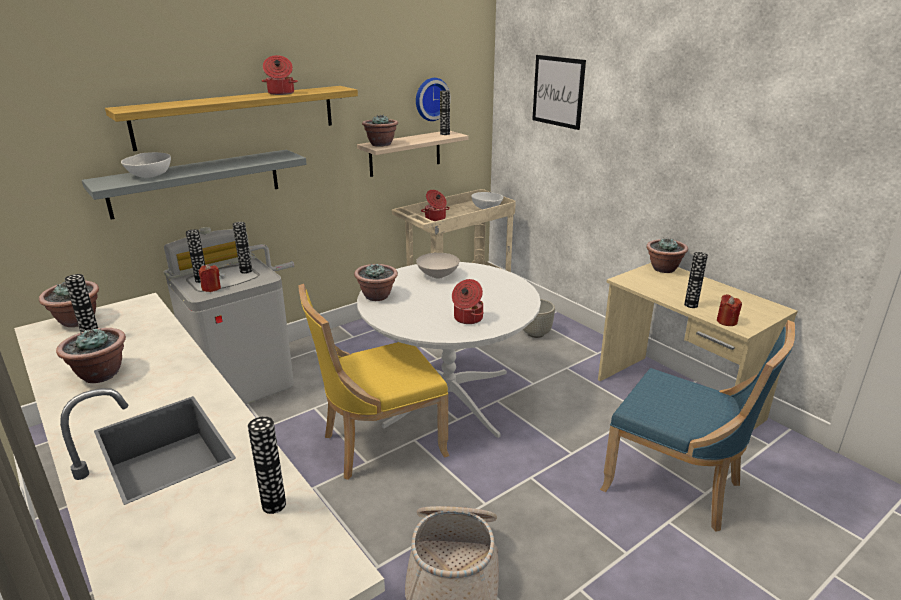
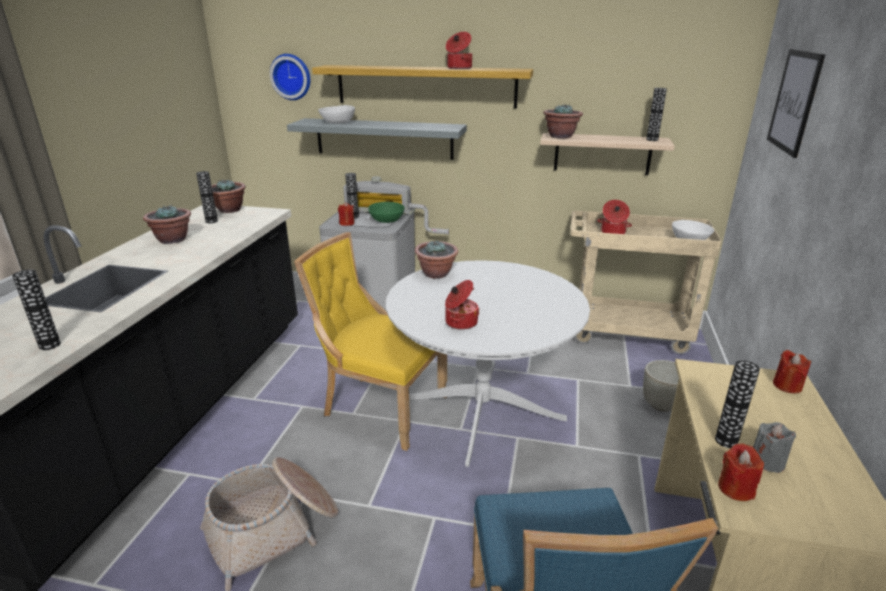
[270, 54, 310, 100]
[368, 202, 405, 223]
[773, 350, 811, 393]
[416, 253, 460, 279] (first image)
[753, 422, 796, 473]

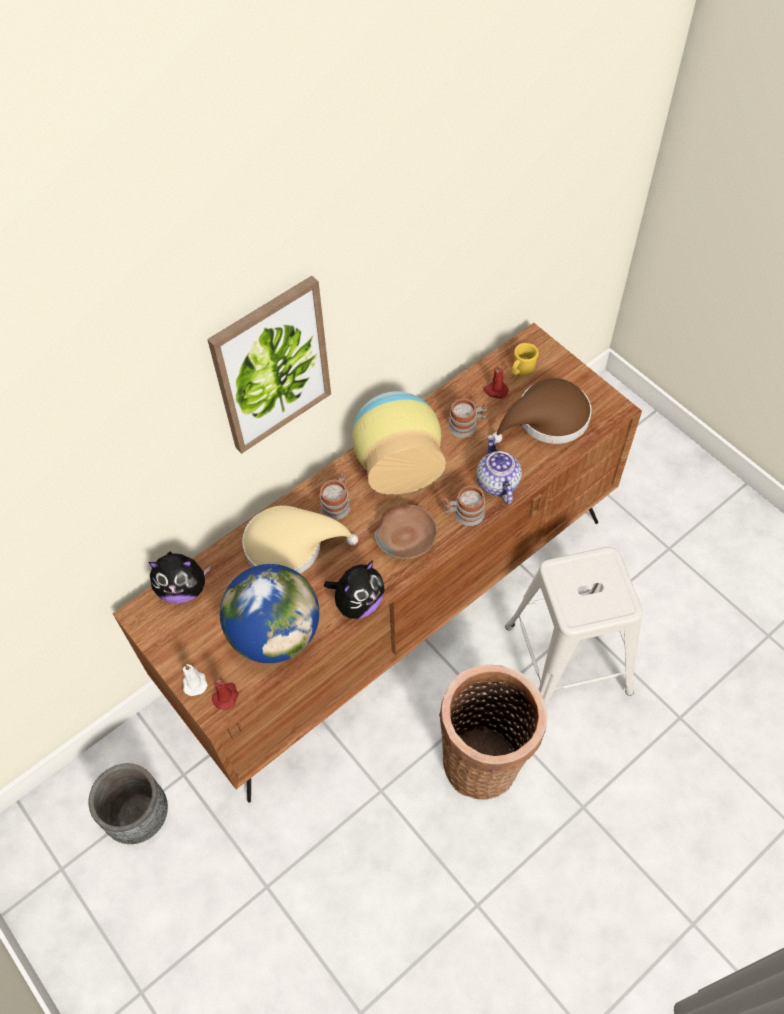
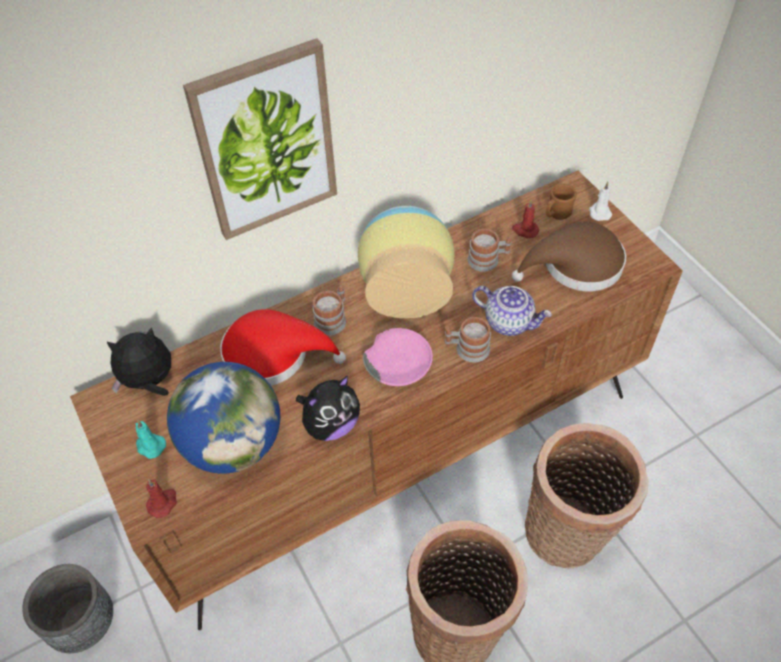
[546, 184, 577, 220]
[472, 286, 552, 336]
[363, 328, 433, 386]
[220, 309, 346, 386]
[525, 423, 649, 568]
[106, 327, 171, 396]
[589, 182, 612, 221]
[136, 420, 166, 459]

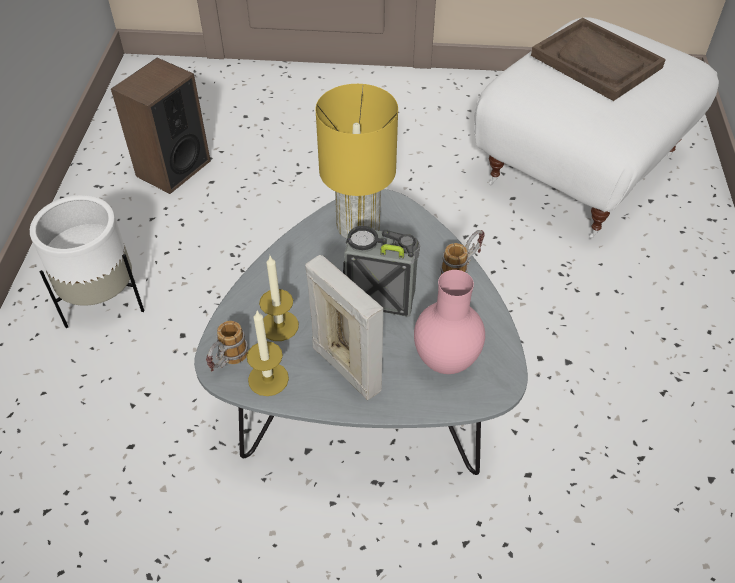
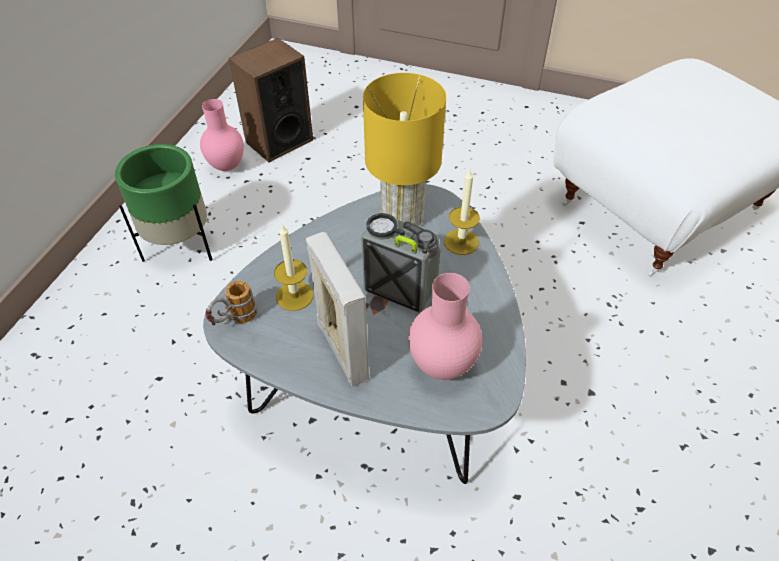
[531, 18, 666, 101] (first image)
[115, 144, 213, 262]
[441, 230, 485, 275] (first image)
[444, 170, 480, 255]
[200, 99, 244, 171]

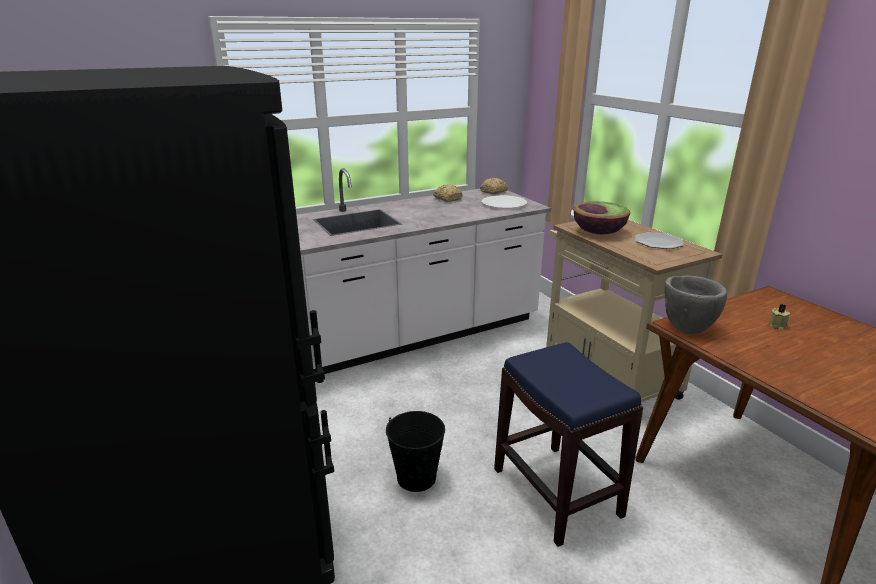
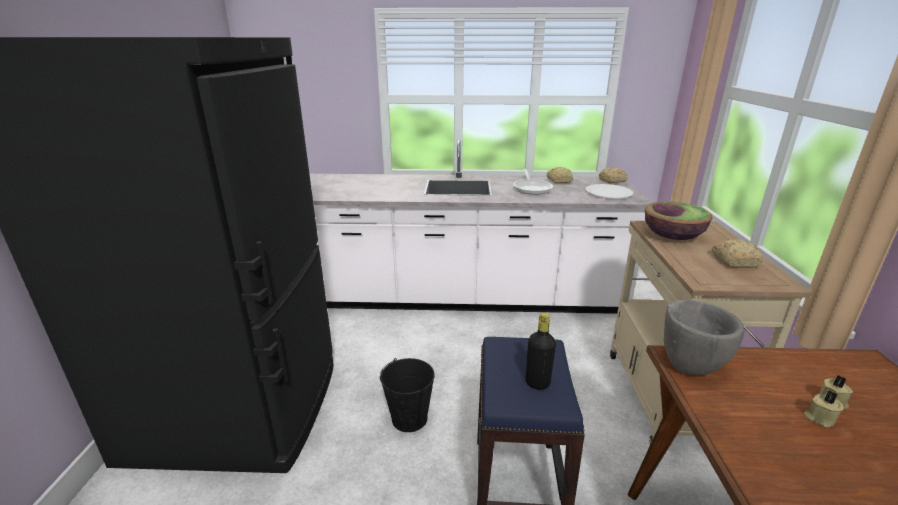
[712, 239, 763, 268]
[513, 169, 553, 195]
[526, 312, 556, 390]
[804, 391, 843, 427]

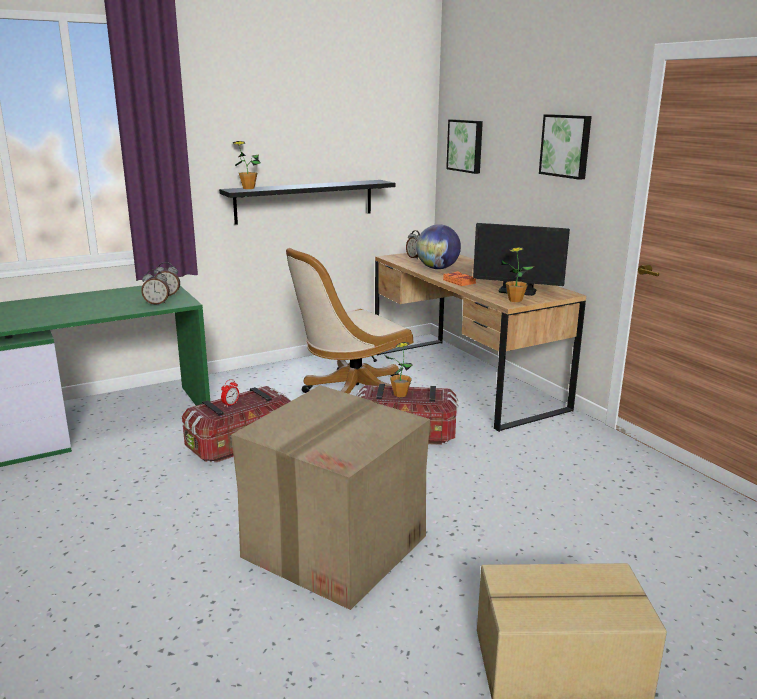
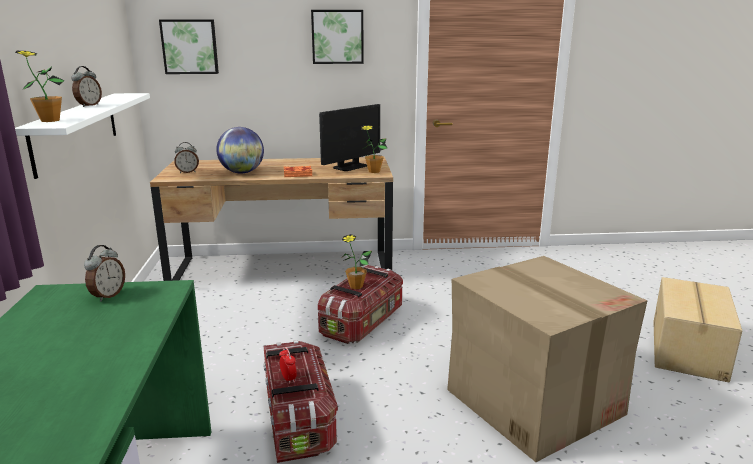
[15, 93, 150, 179]
[286, 248, 414, 394] (first image)
[71, 66, 102, 107]

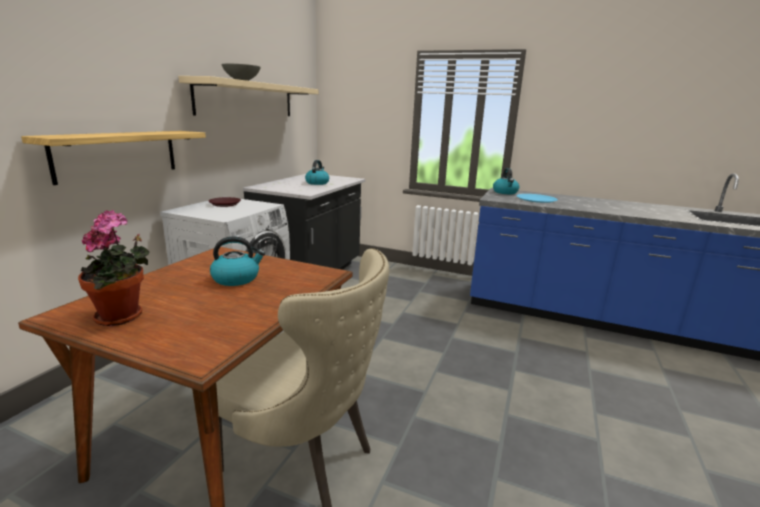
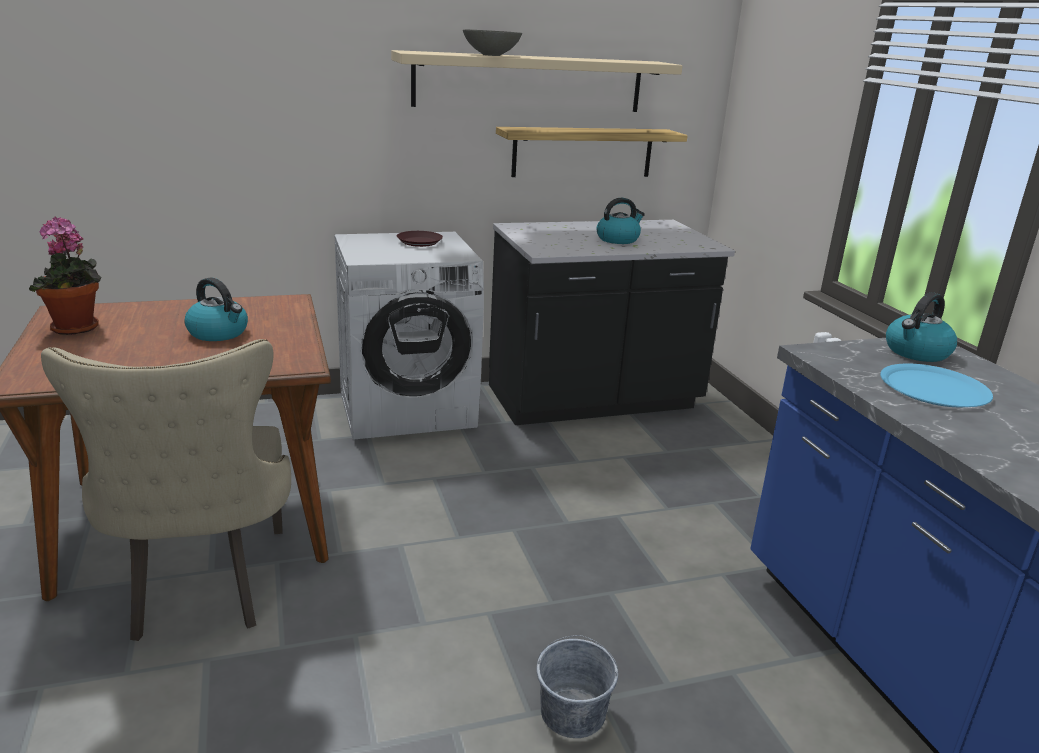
[496, 127, 688, 177]
[536, 635, 618, 738]

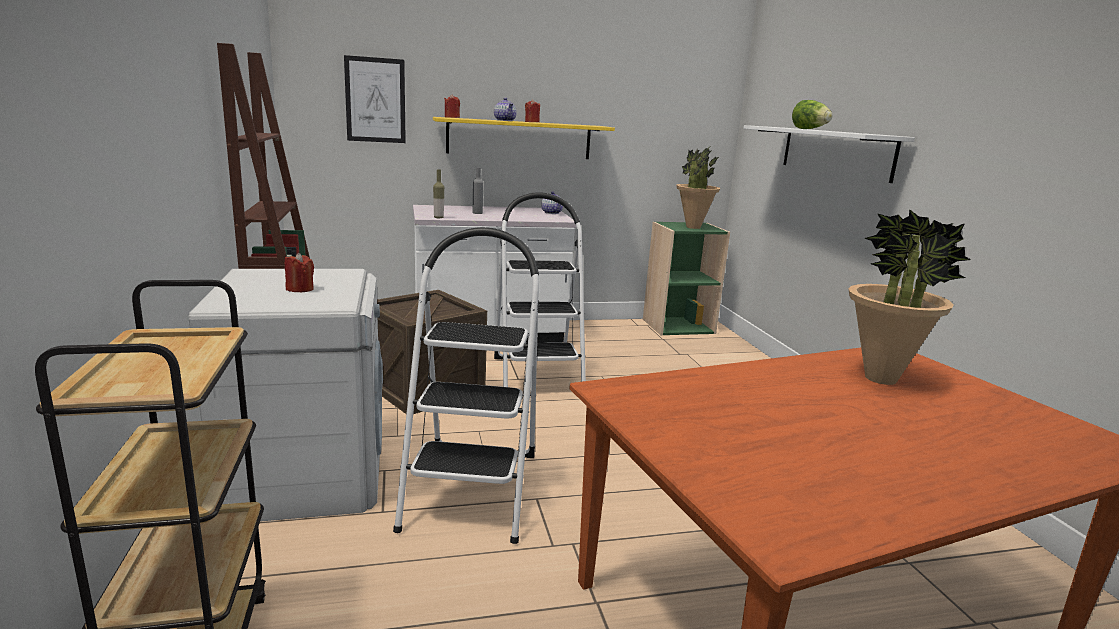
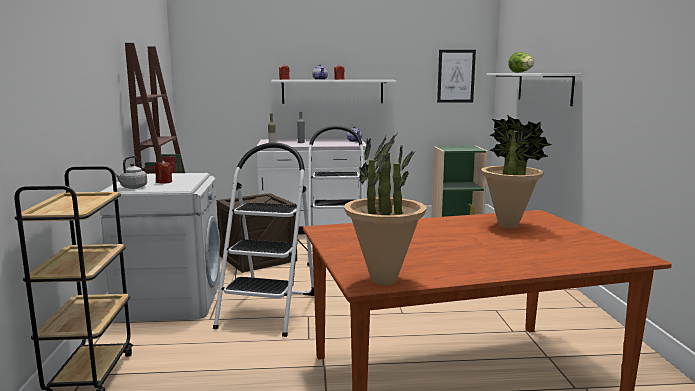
[437, 50, 476, 103]
[271, 80, 396, 104]
[344, 131, 426, 285]
[115, 156, 147, 189]

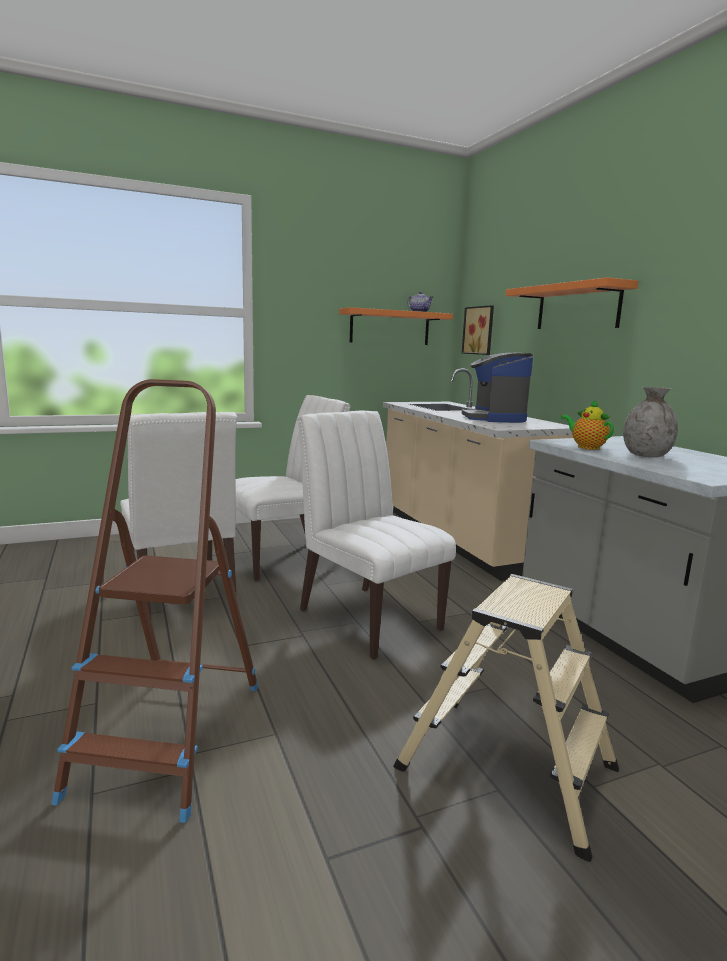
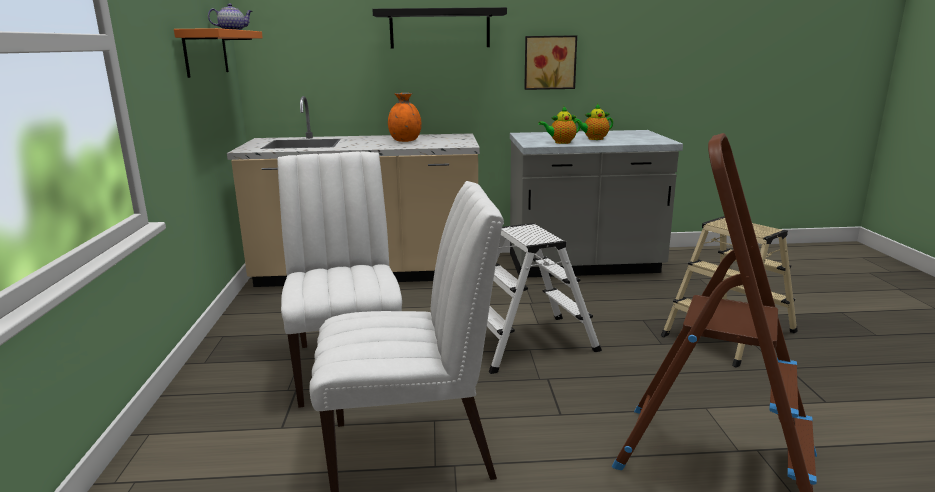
[372, 7, 507, 49]
[524, 35, 577, 90]
[388, 93, 422, 142]
[572, 103, 613, 140]
[487, 223, 602, 374]

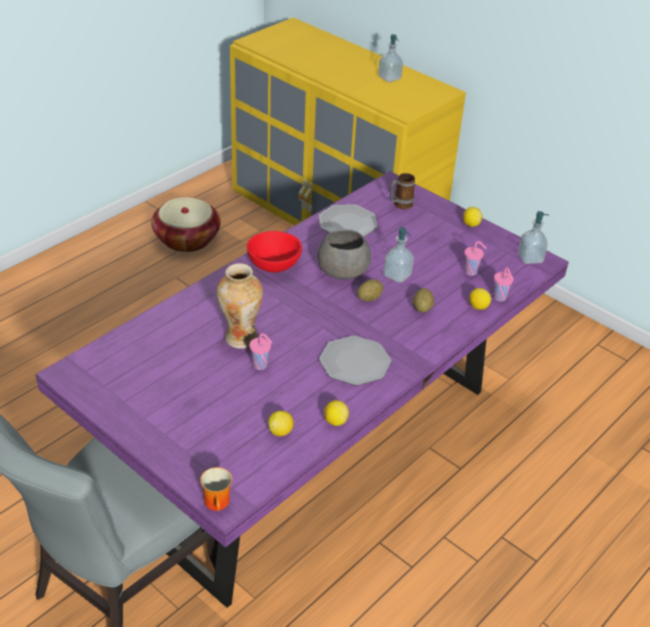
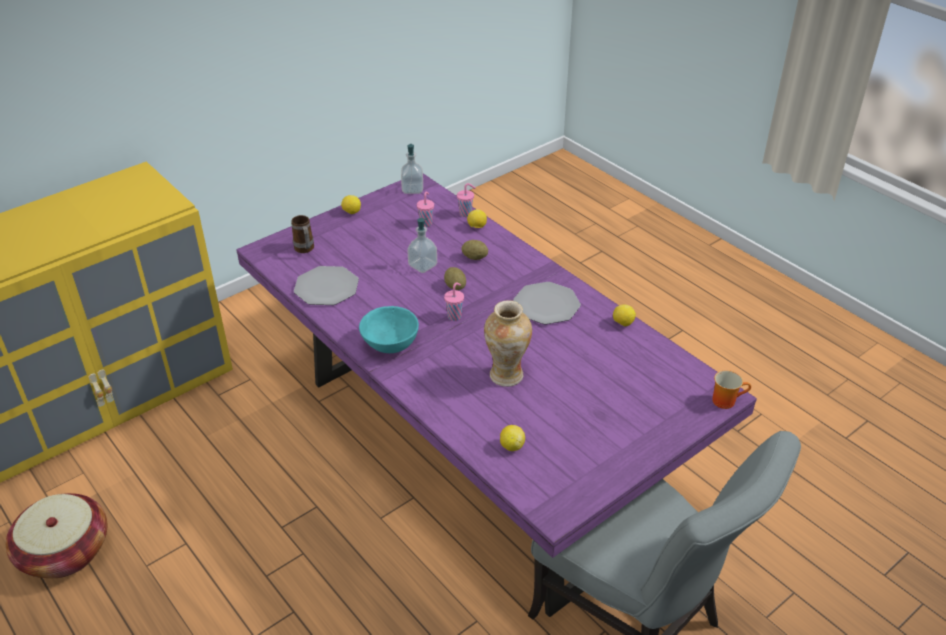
[378, 34, 403, 82] (first image)
[318, 229, 371, 280] (first image)
[359, 306, 419, 353]
[444, 282, 464, 321]
[500, 425, 525, 451]

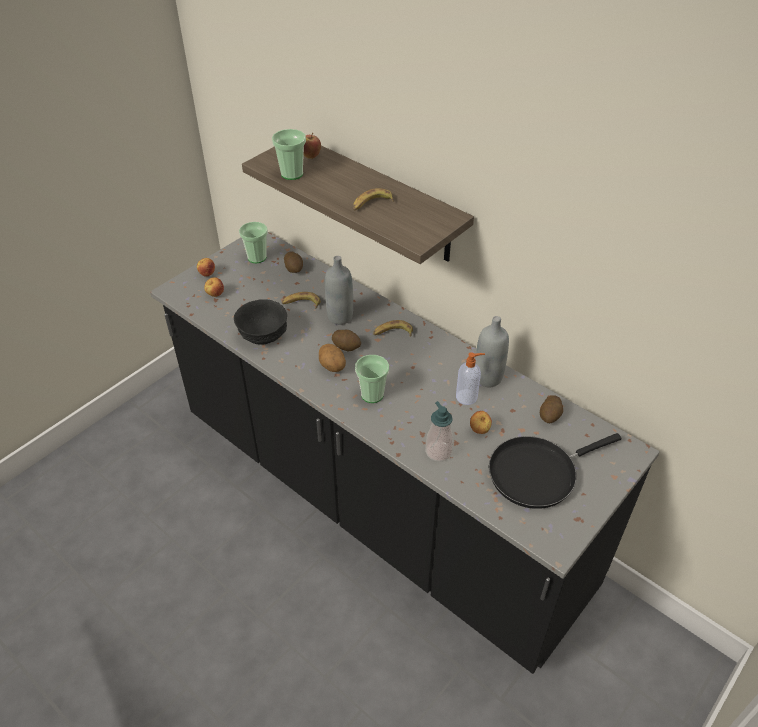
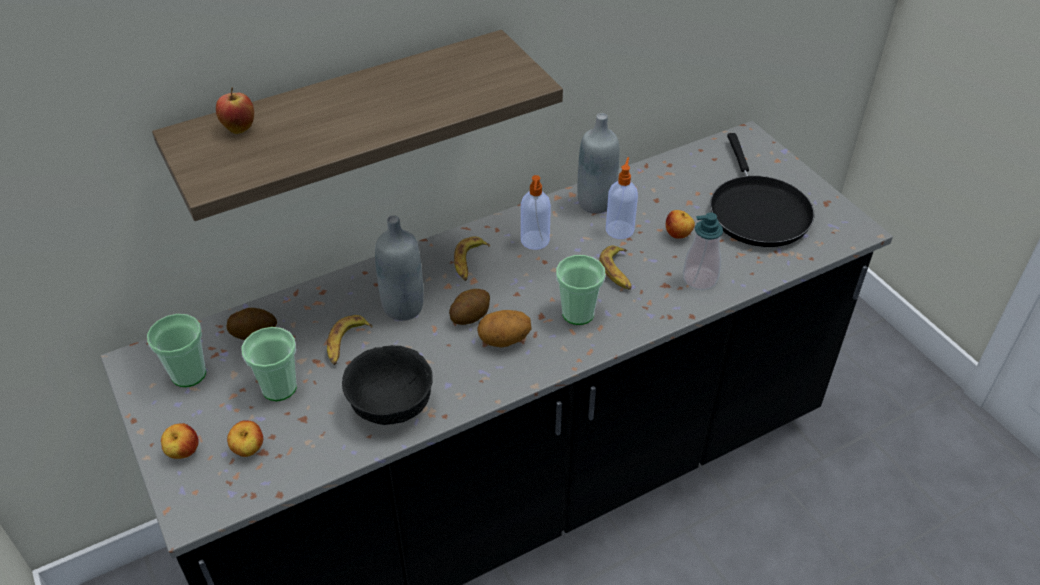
[241, 327, 297, 401]
[599, 245, 632, 290]
[540, 395, 563, 423] (first image)
[521, 175, 551, 250]

